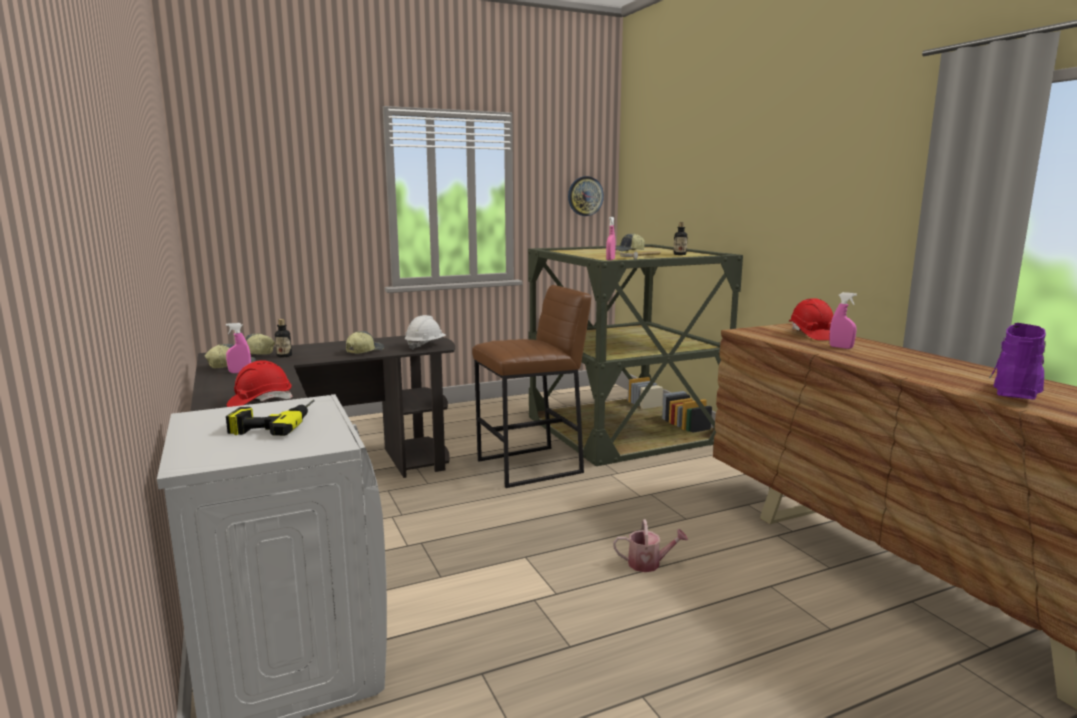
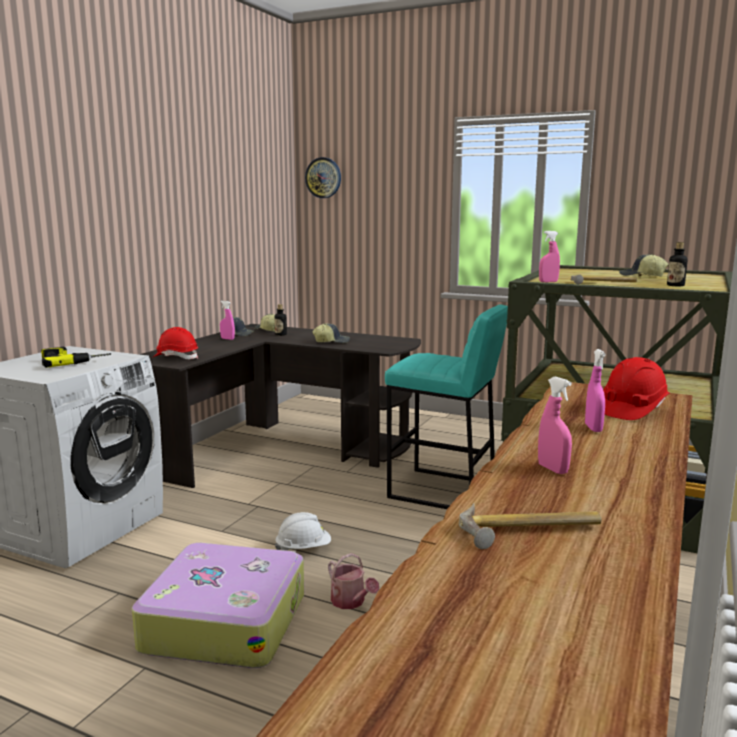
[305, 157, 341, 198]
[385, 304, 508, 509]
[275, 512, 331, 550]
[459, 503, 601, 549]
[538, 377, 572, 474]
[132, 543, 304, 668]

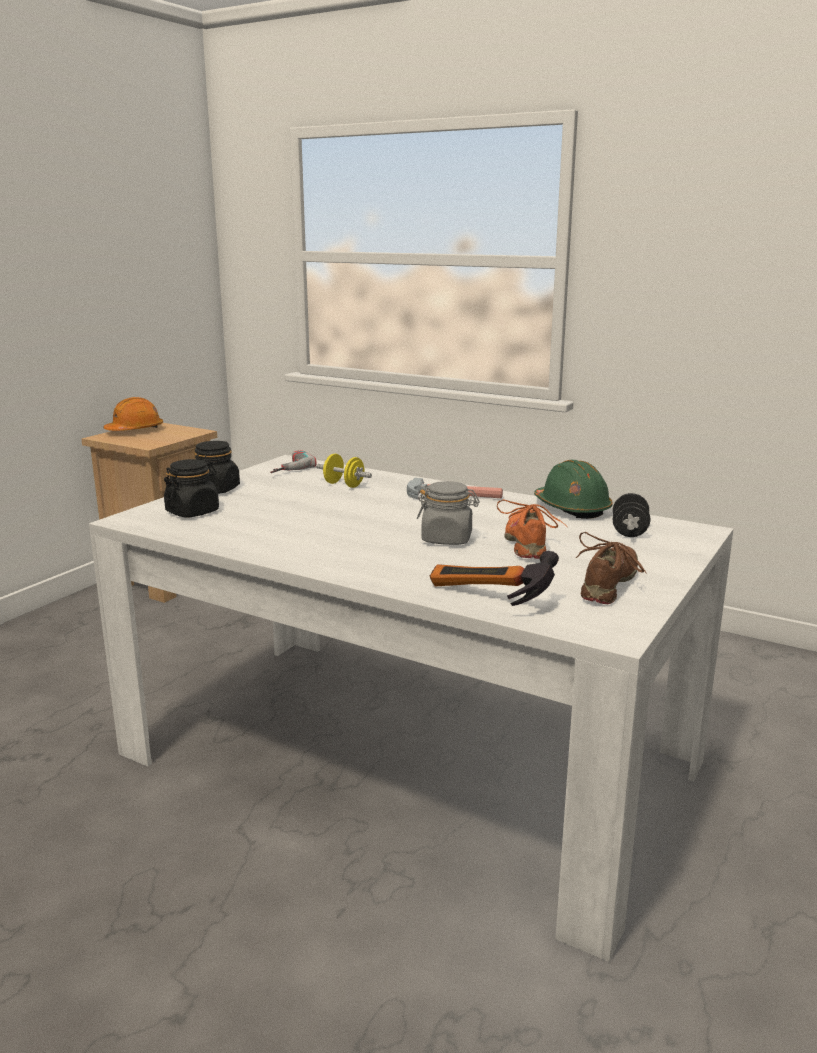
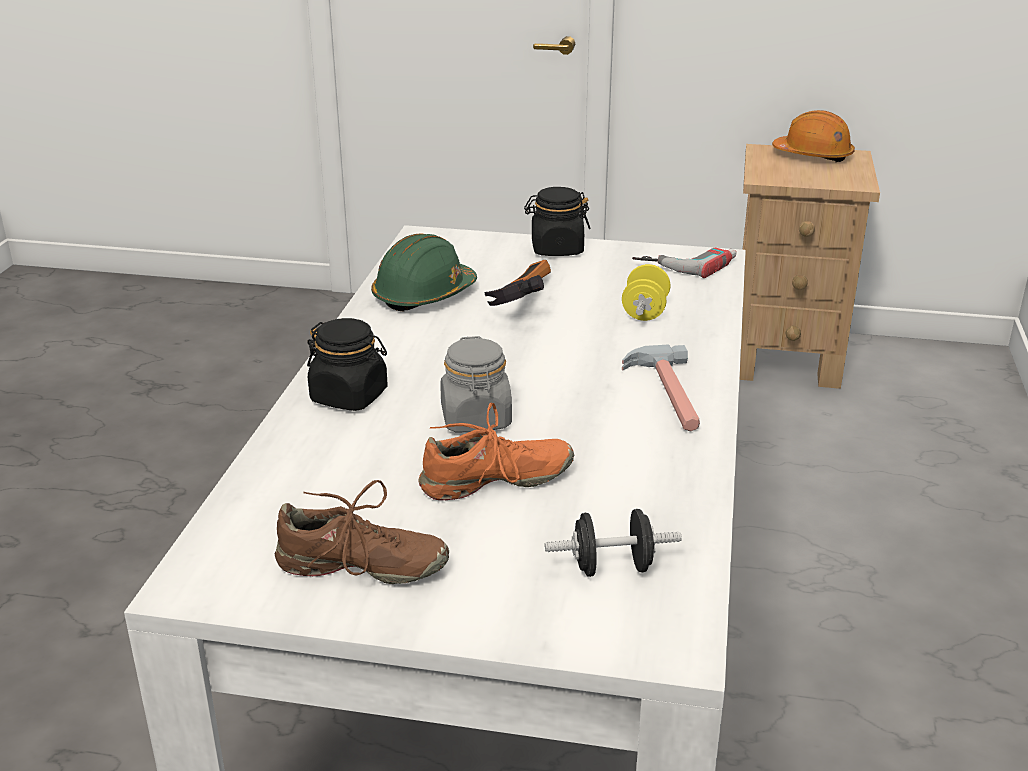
[307, 318, 388, 411]
[371, 233, 477, 311]
[484, 259, 551, 306]

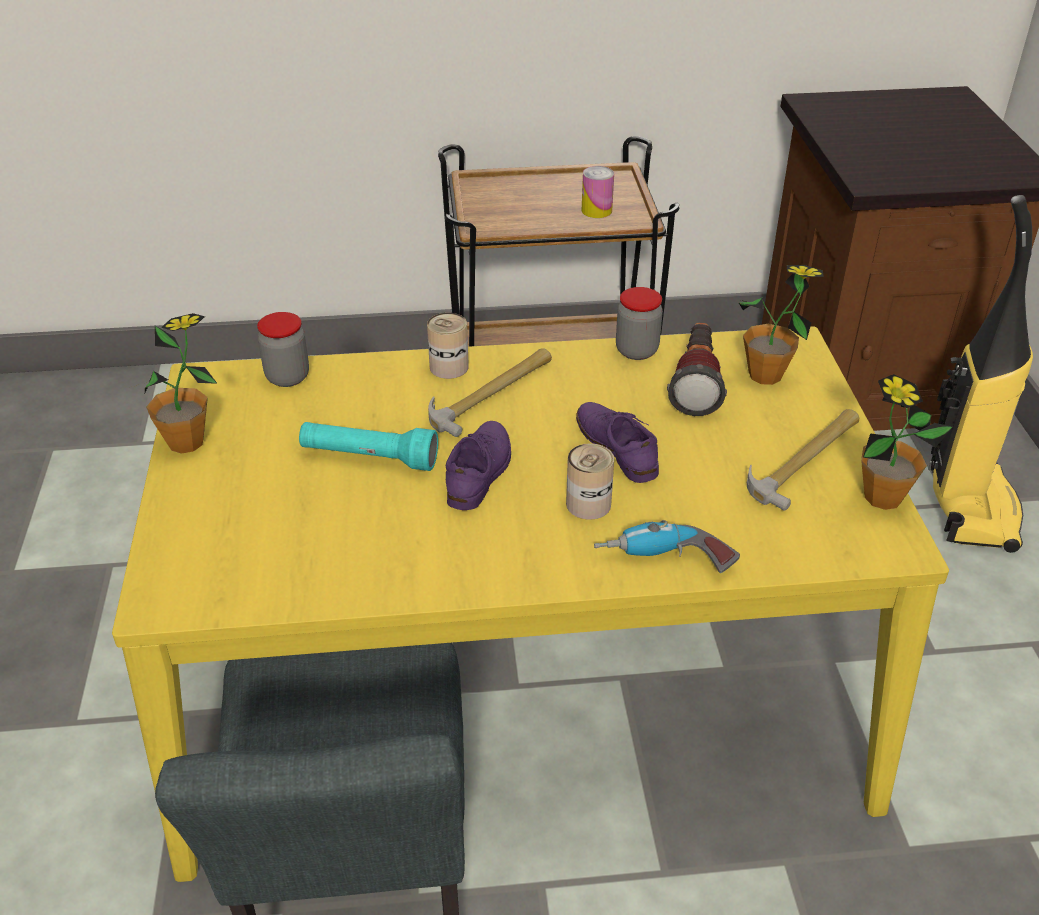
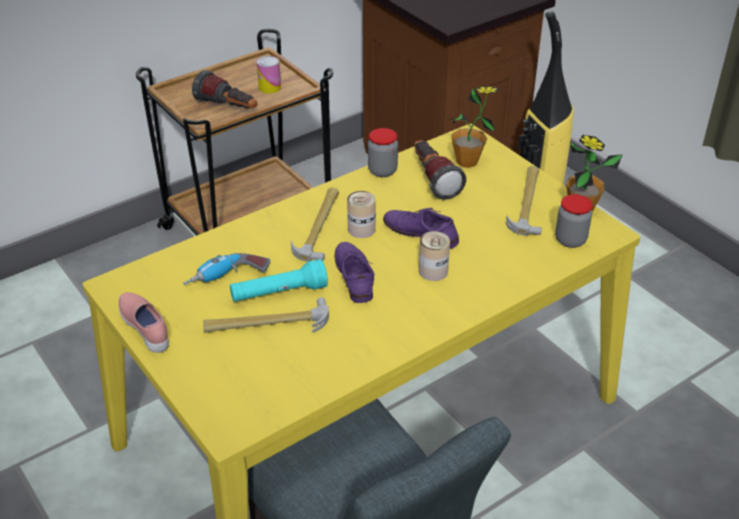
[555, 194, 593, 248]
[119, 292, 169, 353]
[347, 191, 376, 238]
[183, 253, 270, 285]
[192, 70, 257, 109]
[203, 297, 329, 333]

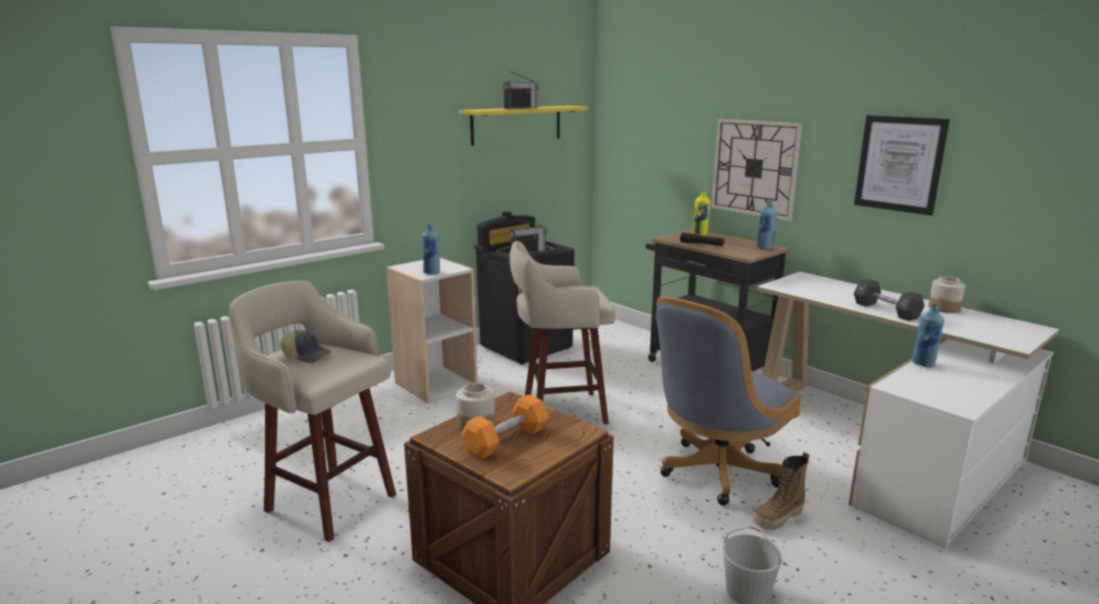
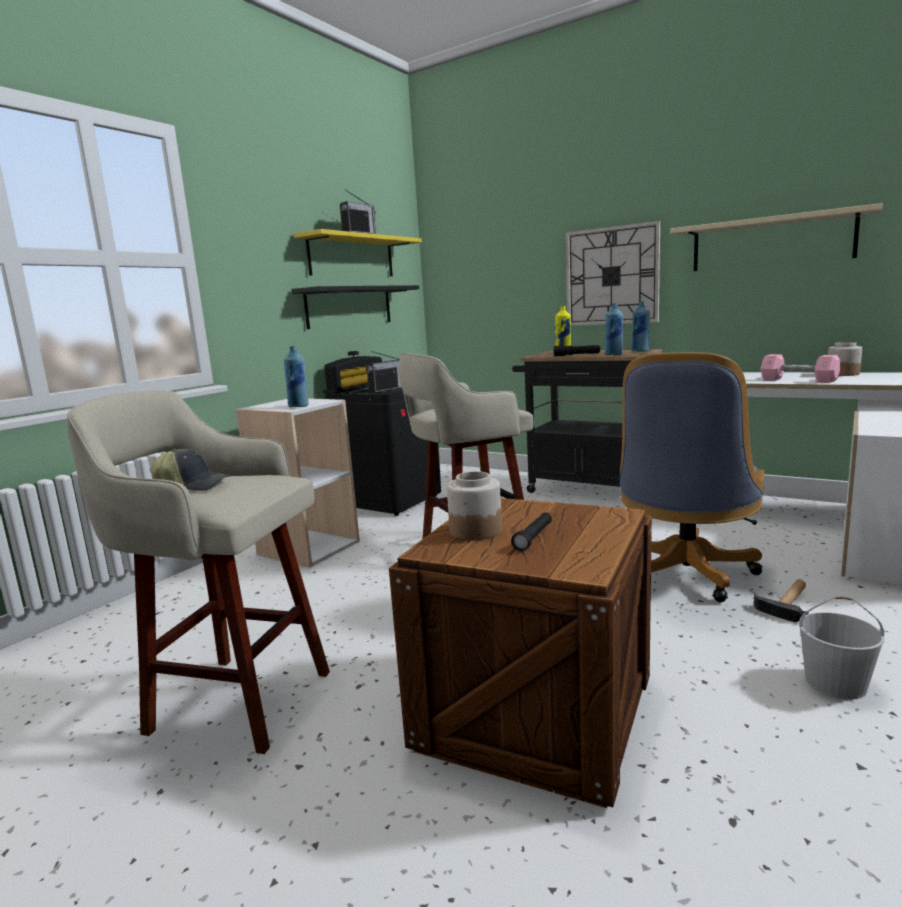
[670, 203, 883, 271]
[761, 354, 841, 383]
[605, 303, 623, 355]
[511, 512, 552, 551]
[754, 579, 809, 623]
[291, 285, 419, 329]

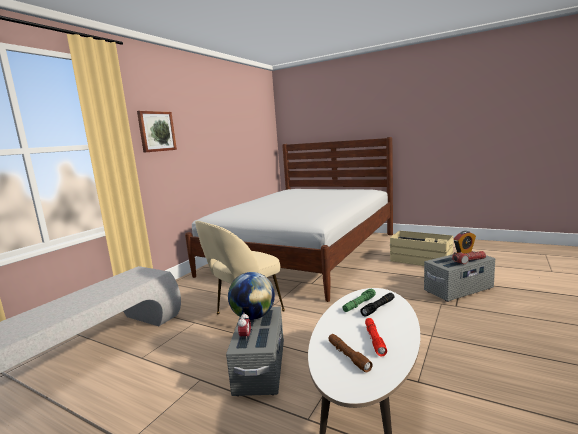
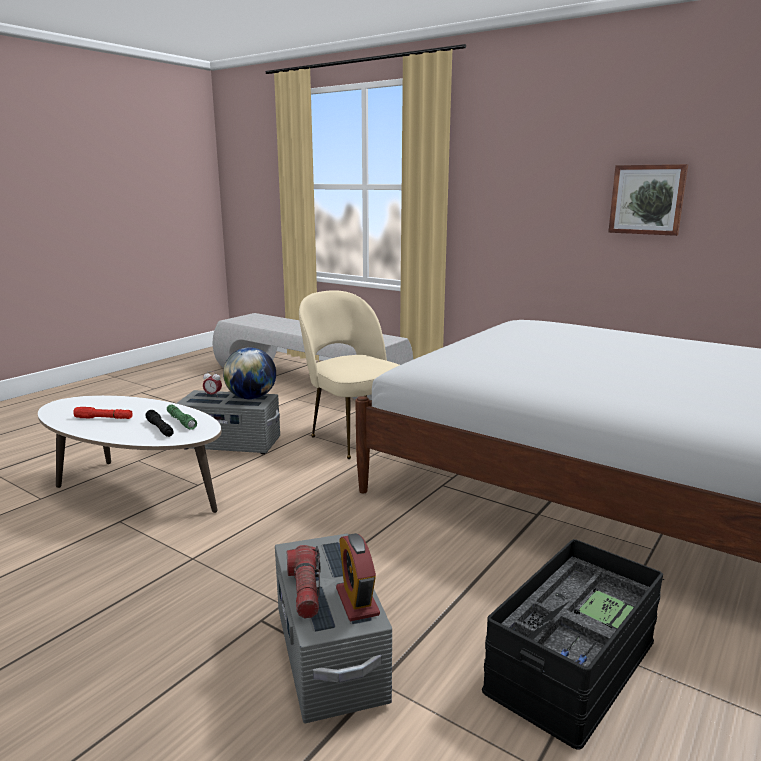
[608, 164, 688, 236]
[482, 539, 664, 750]
[328, 334, 373, 372] (first image)

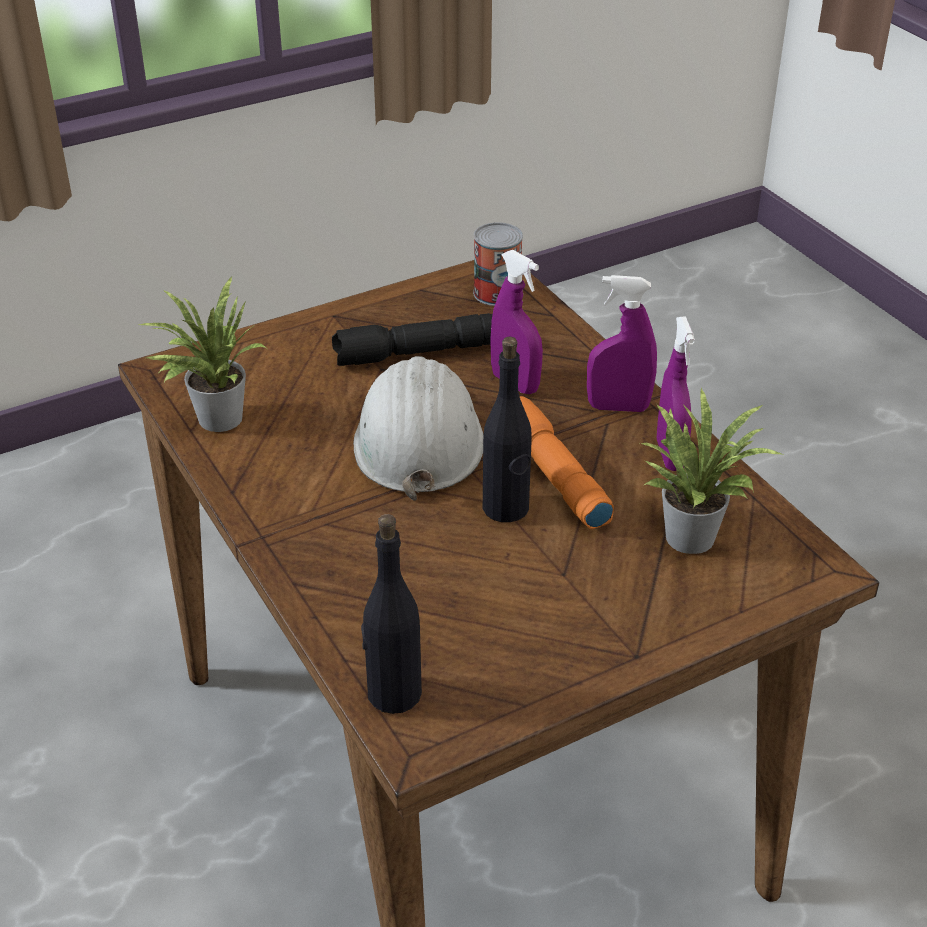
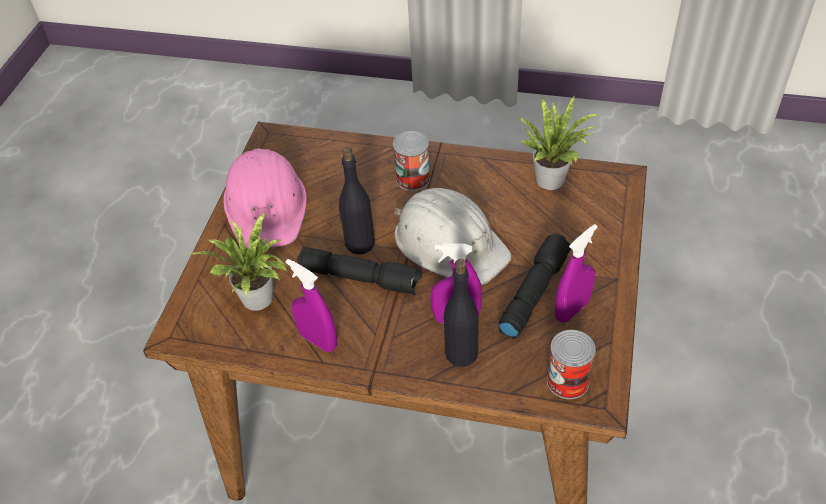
[555, 224, 598, 323]
[297, 247, 422, 295]
[444, 259, 479, 367]
[393, 131, 430, 191]
[223, 149, 307, 249]

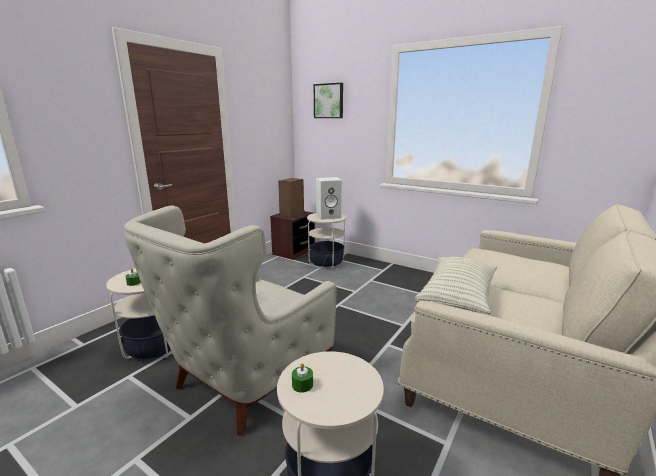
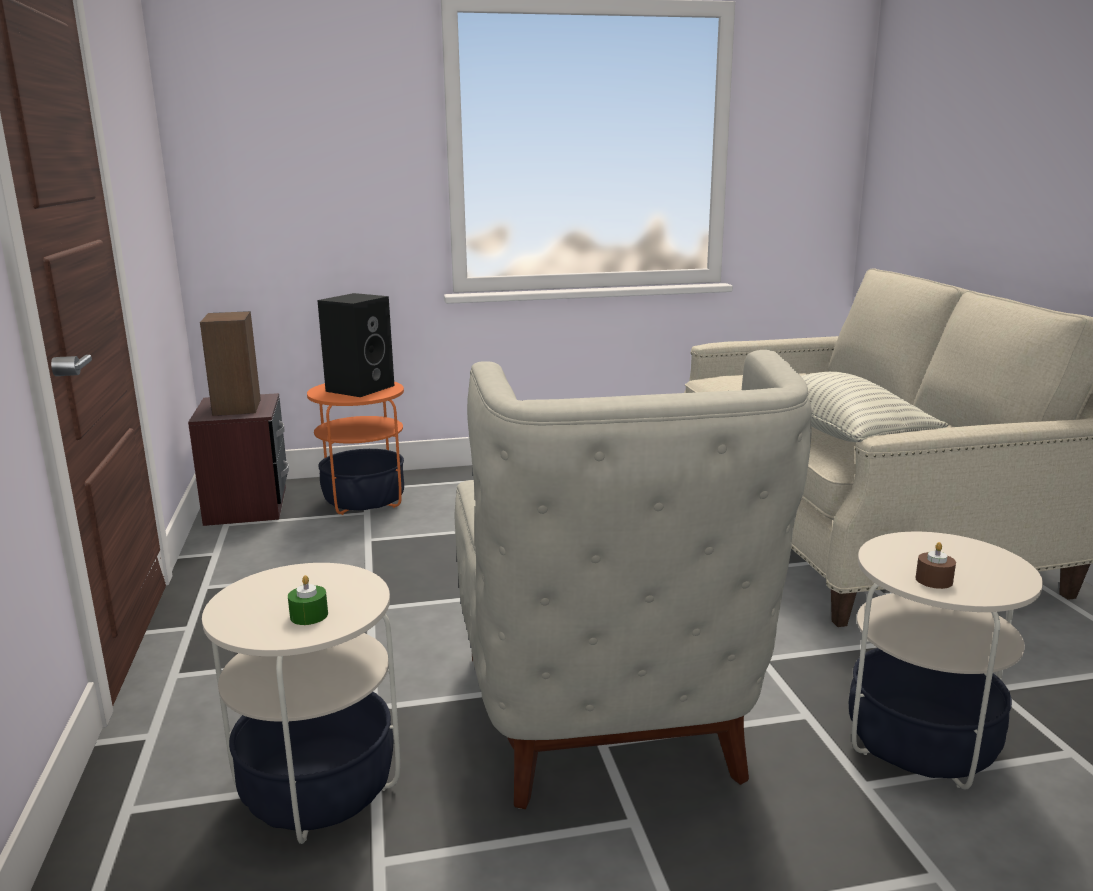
[314, 83, 343, 118] (first image)
[317, 293, 394, 397]
[307, 382, 404, 515]
[915, 542, 956, 589]

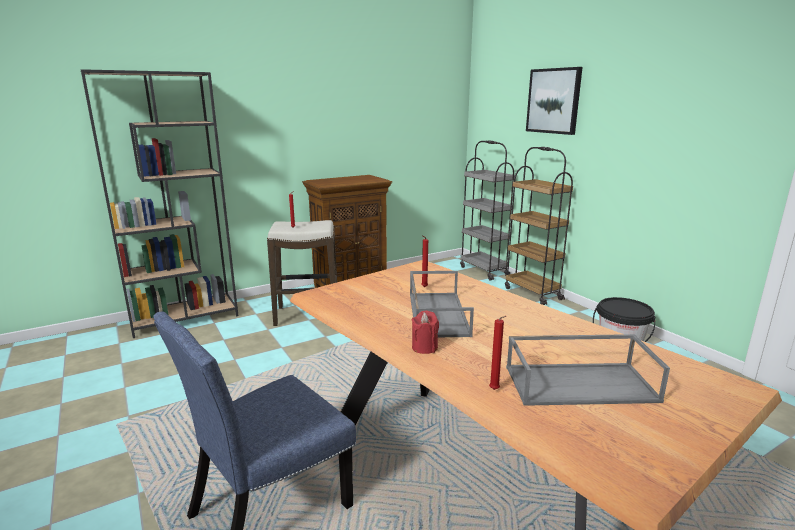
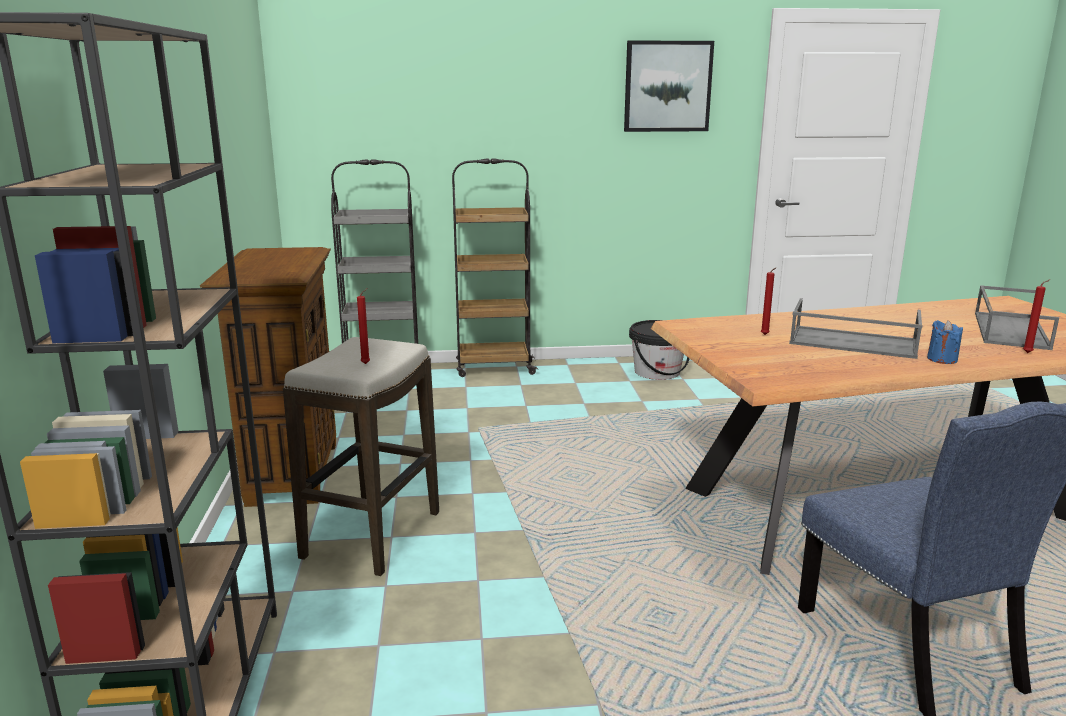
[624, 40, 714, 132]
[927, 320, 963, 364]

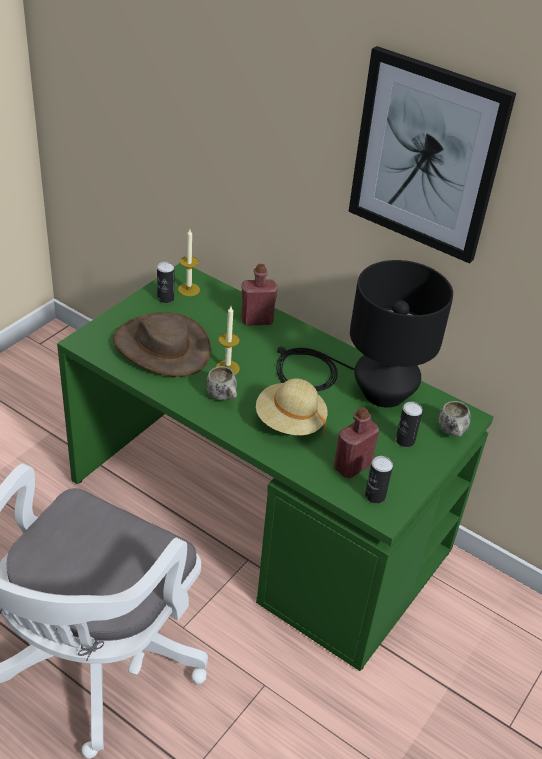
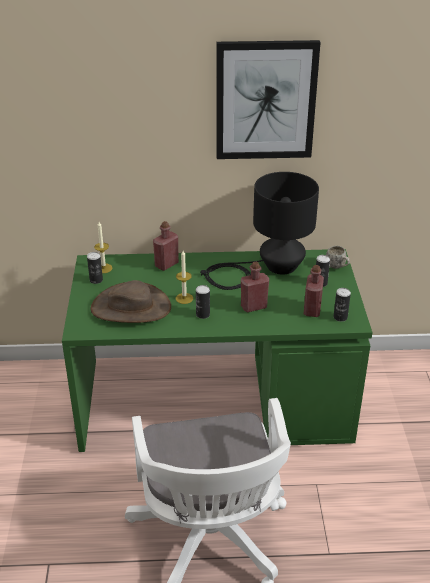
[196, 285, 210, 319]
[241, 262, 269, 312]

